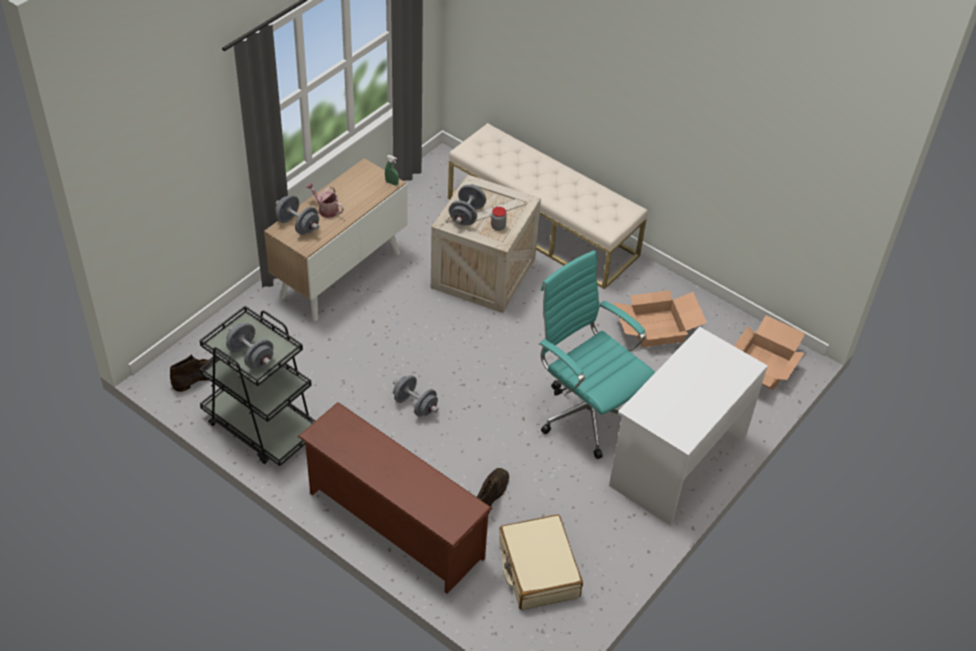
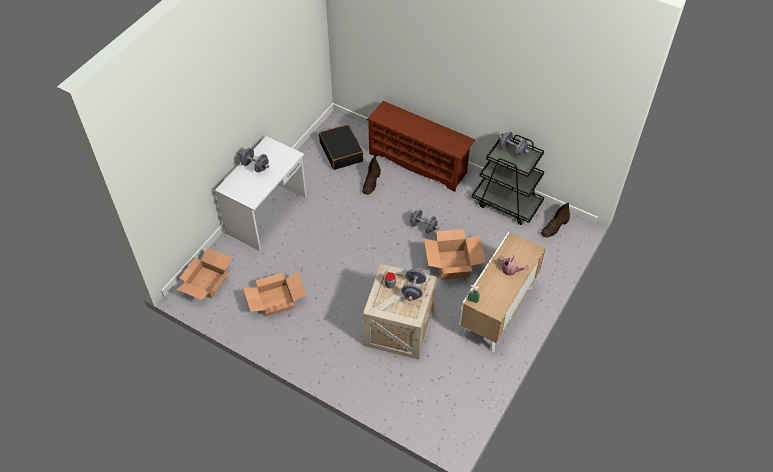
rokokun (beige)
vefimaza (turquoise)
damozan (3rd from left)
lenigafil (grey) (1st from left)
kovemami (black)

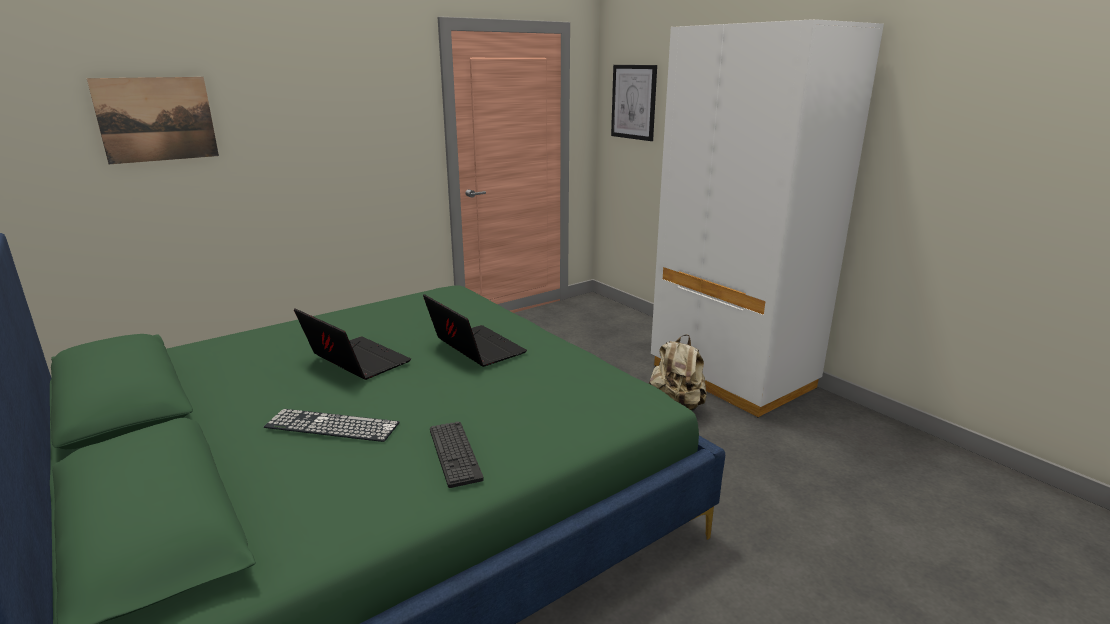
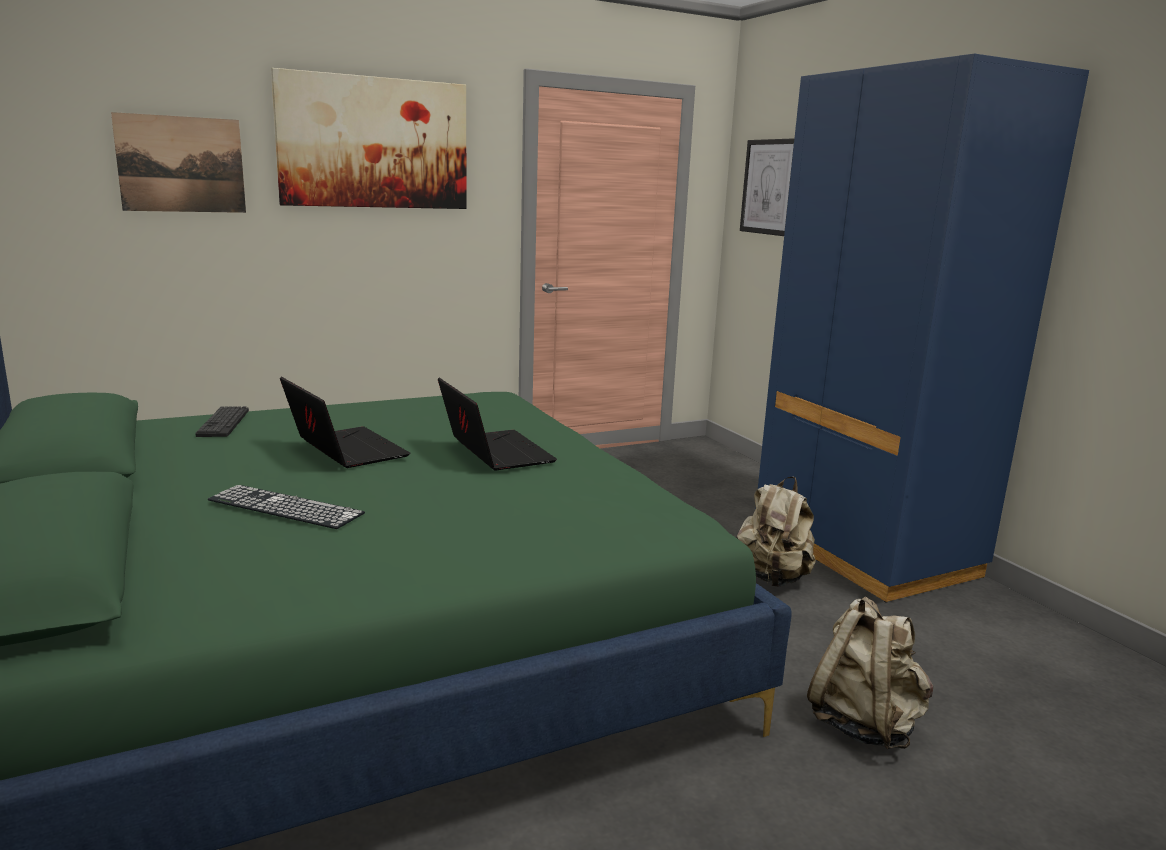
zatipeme (2nd from left)
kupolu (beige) (2nd from left)
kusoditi (1st from left)
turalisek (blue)

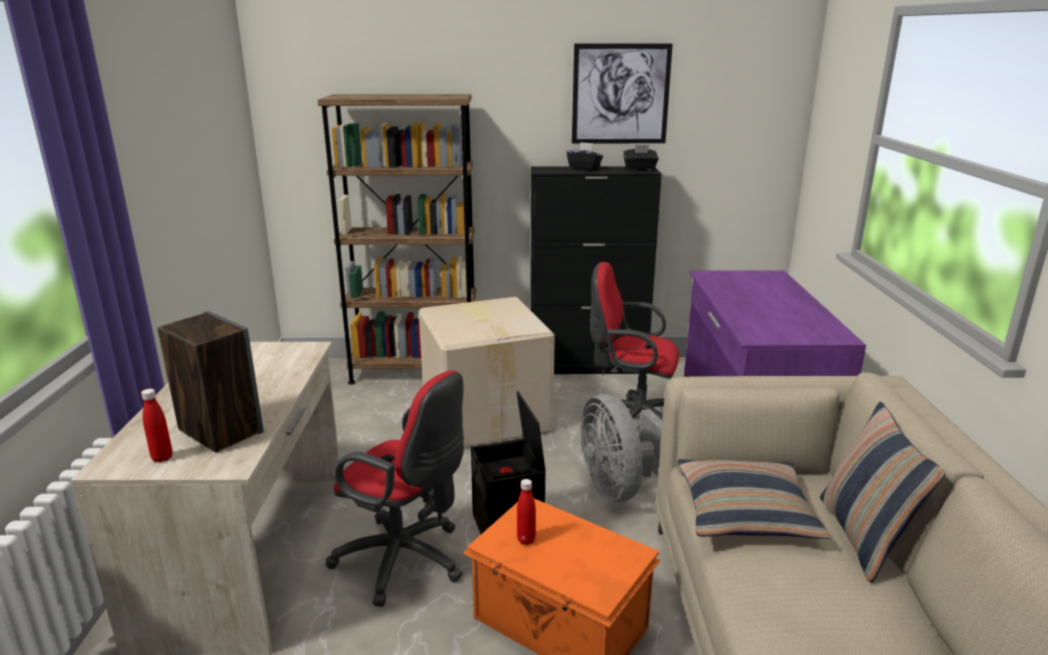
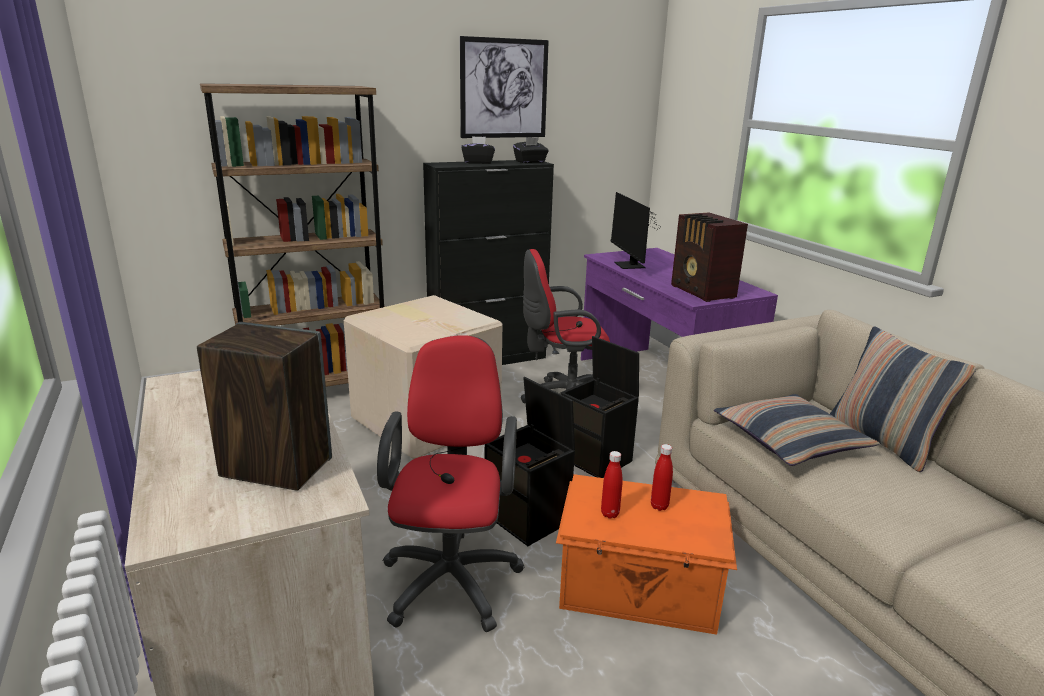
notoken
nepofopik
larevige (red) (2nd from left)
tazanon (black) (2nd from left)
vefimaza (red) (1st from left)

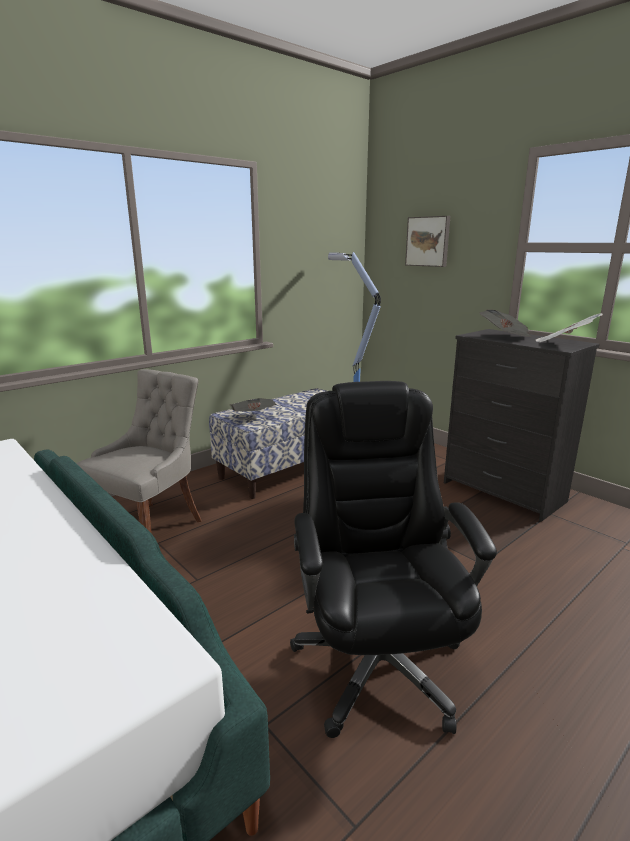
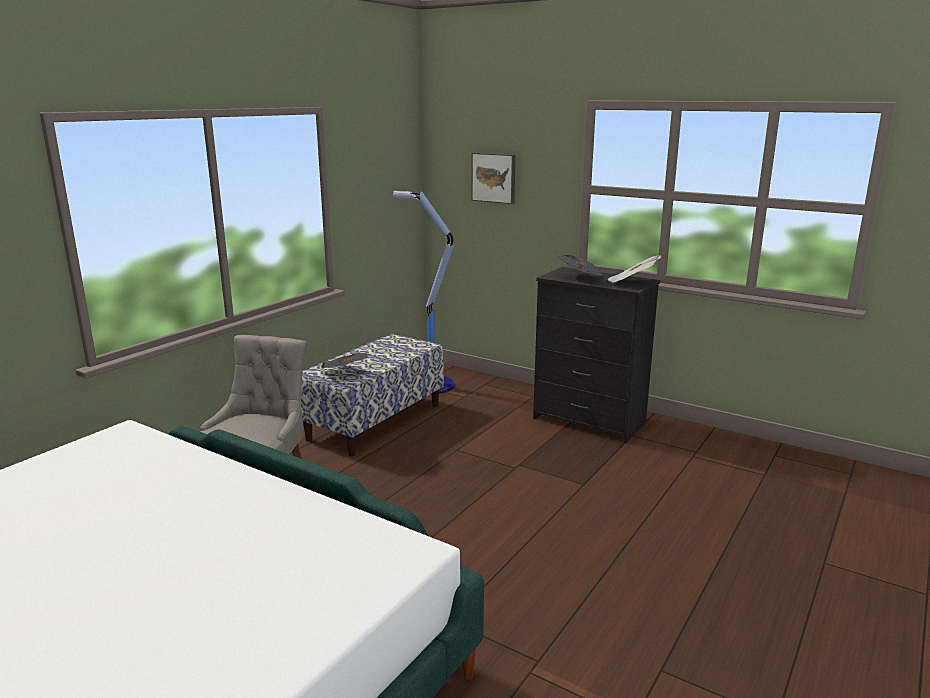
vefimaza (black)

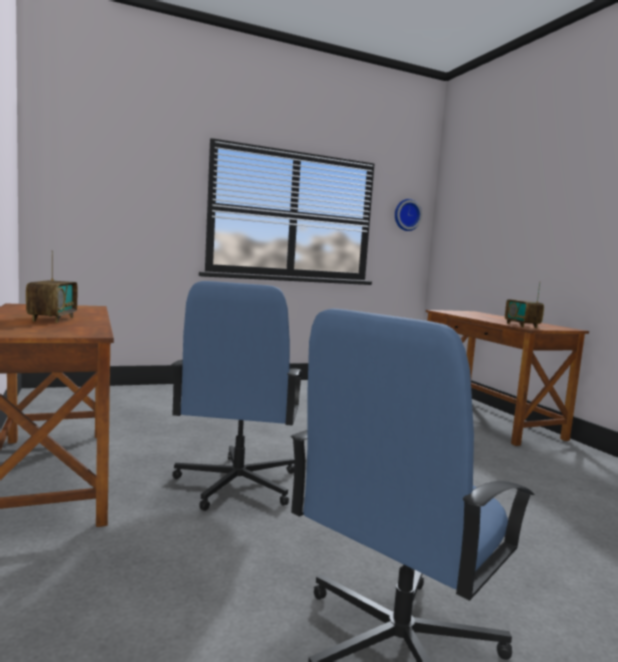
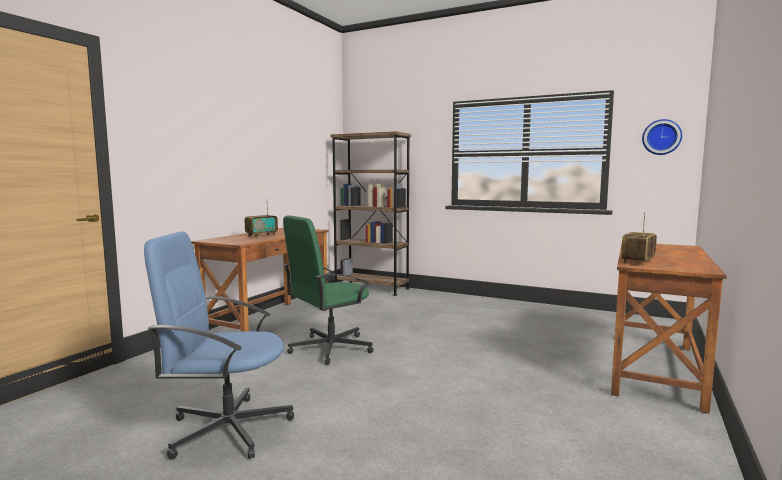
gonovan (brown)
vefimaza (green)

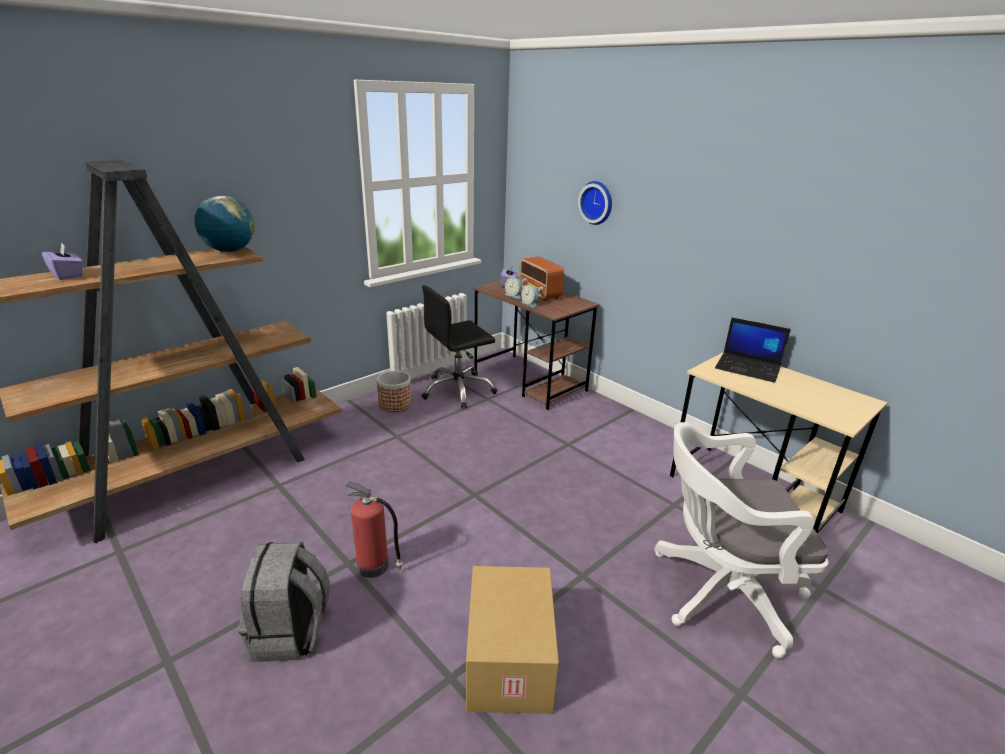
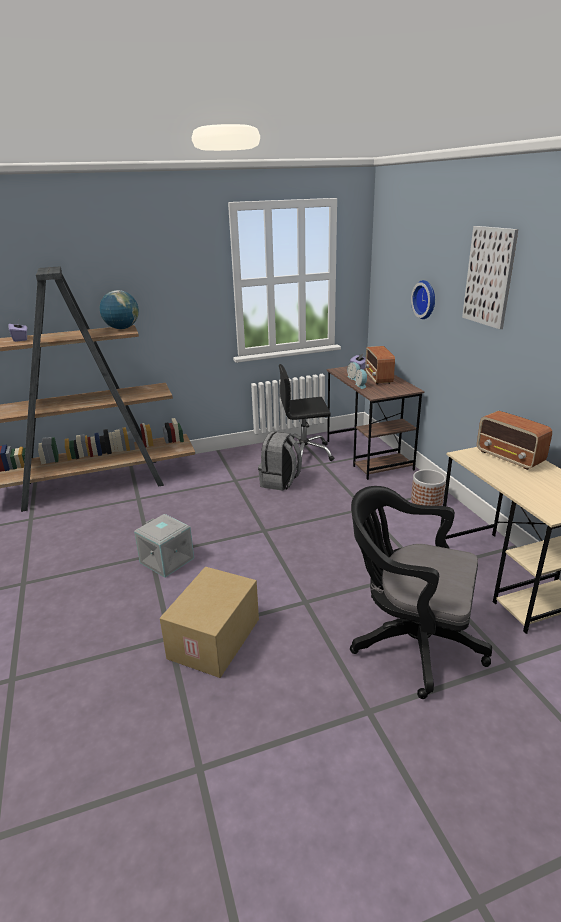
zatipeme
kupolu (grey)
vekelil
tazanon (grey)
nepofopik (2nd from left)
vefimaza (black) (2nd from left)

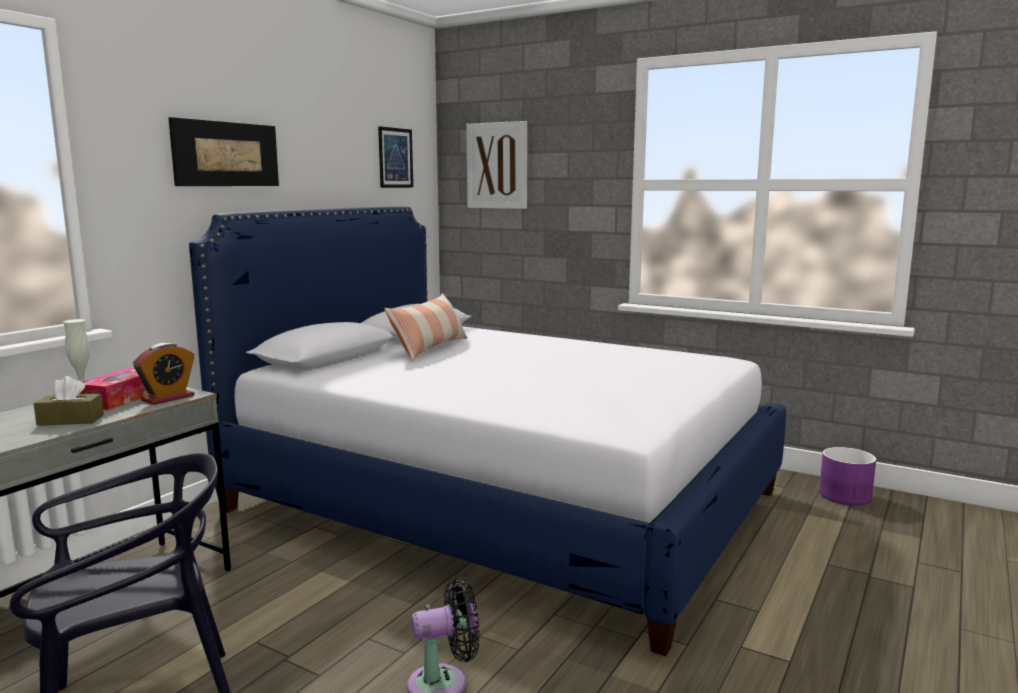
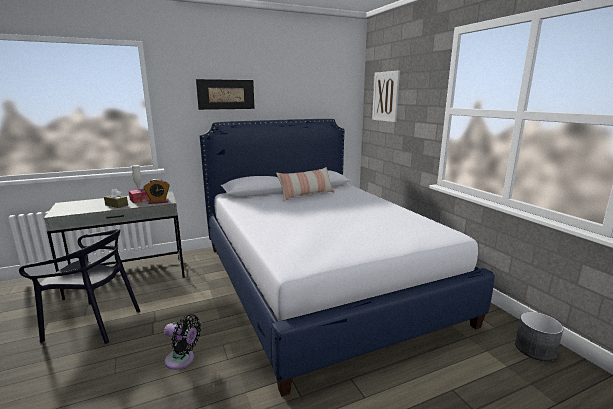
zatipeme (2nd from left in the first image)
vekelil (grey)

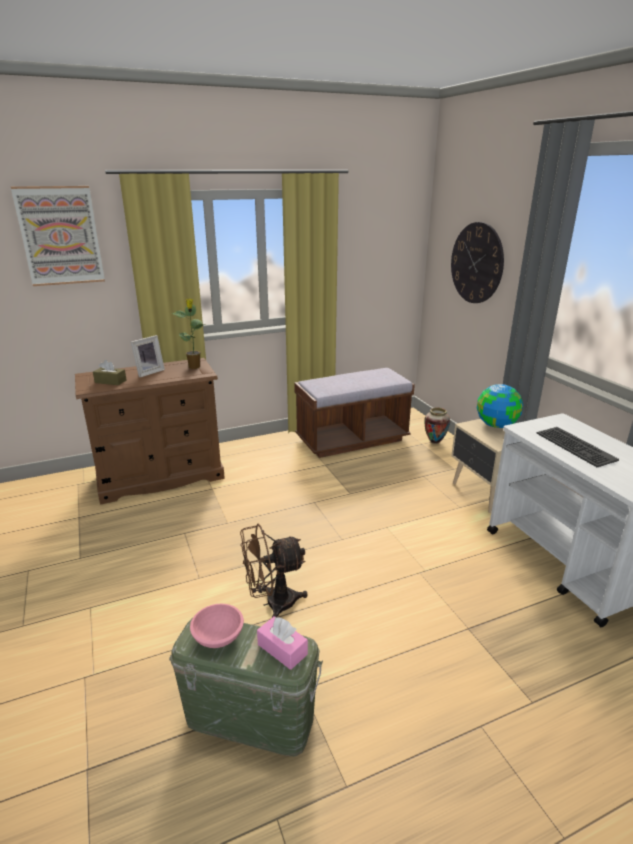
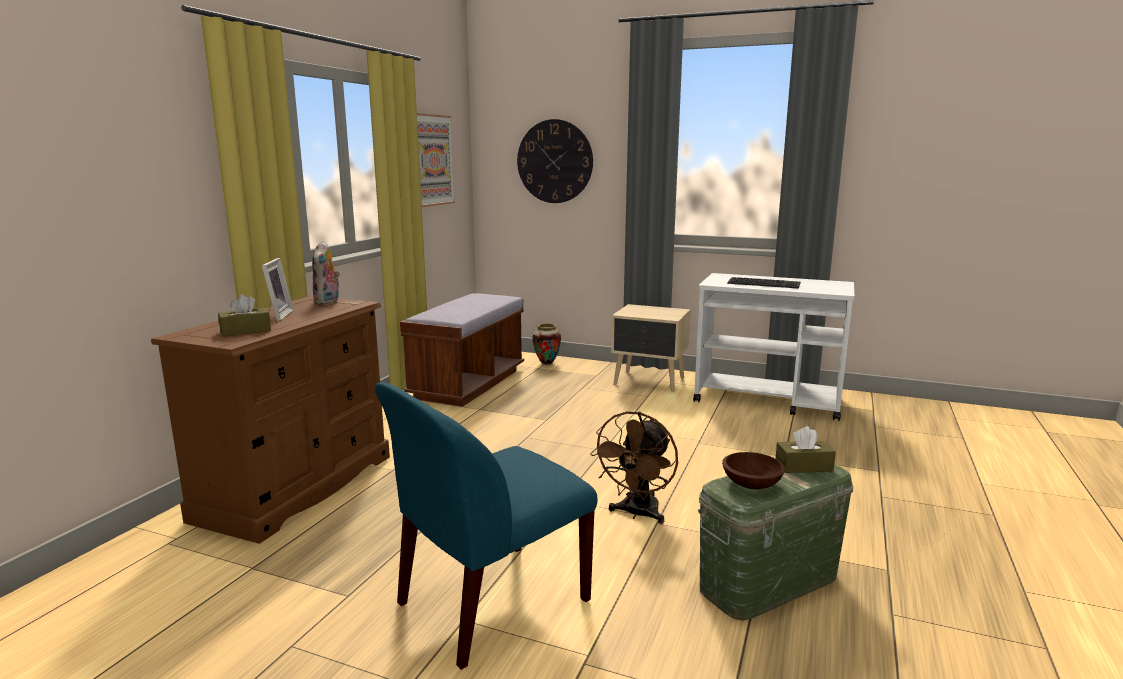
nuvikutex
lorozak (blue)
zatipeme
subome
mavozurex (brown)
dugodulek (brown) (2nd from left)

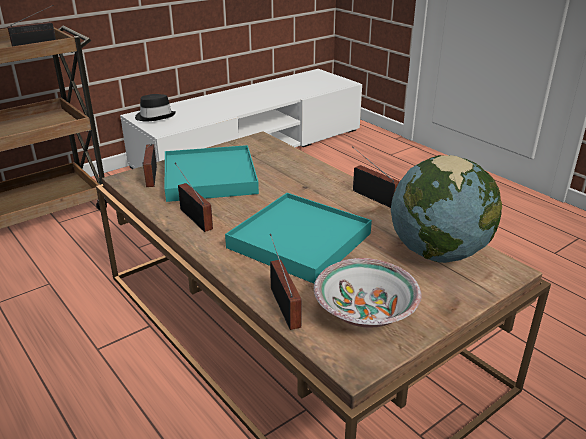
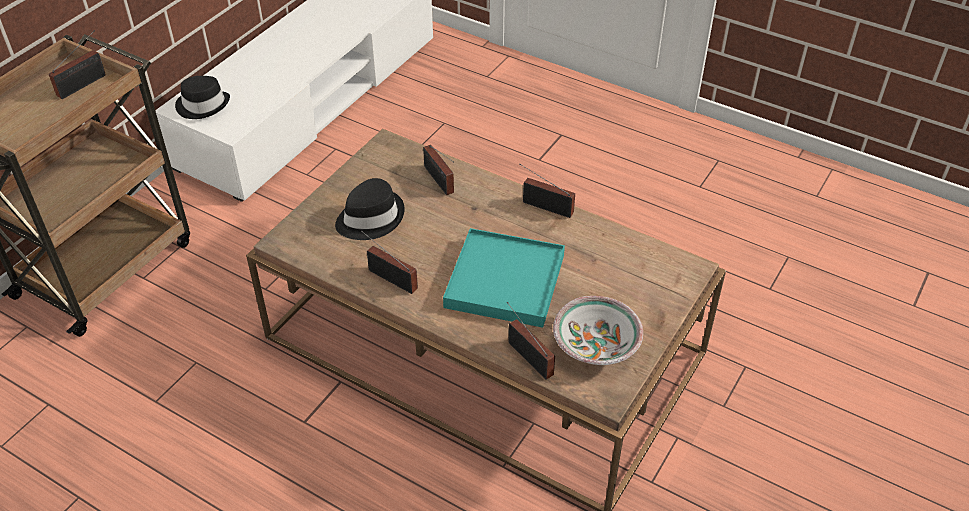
nuvikutex
nepofopik (3rd from left)
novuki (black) (2nd from left)

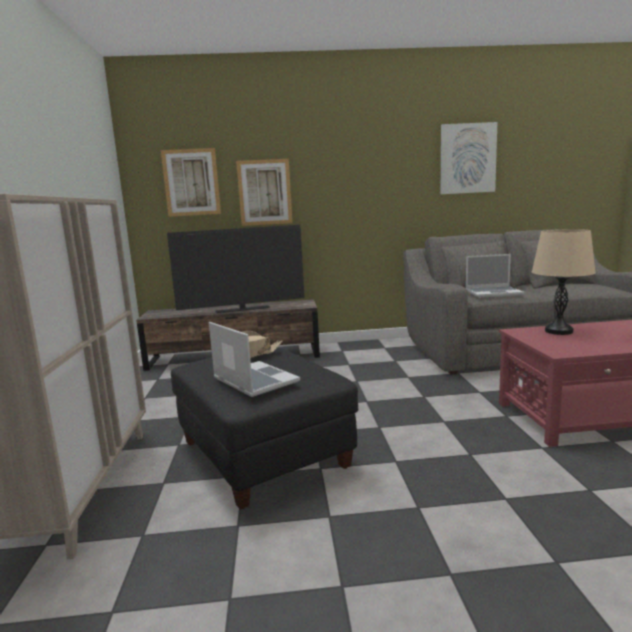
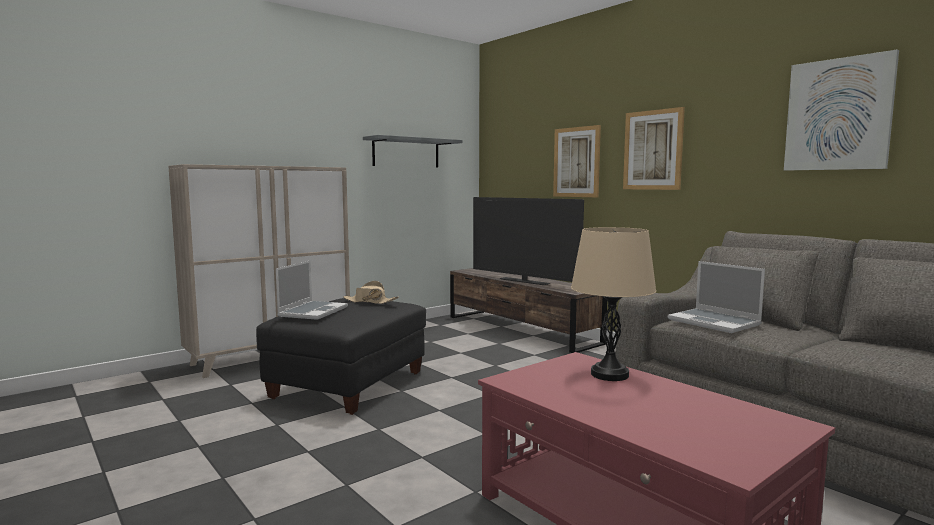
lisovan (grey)
zatipeme (2nd from left)

